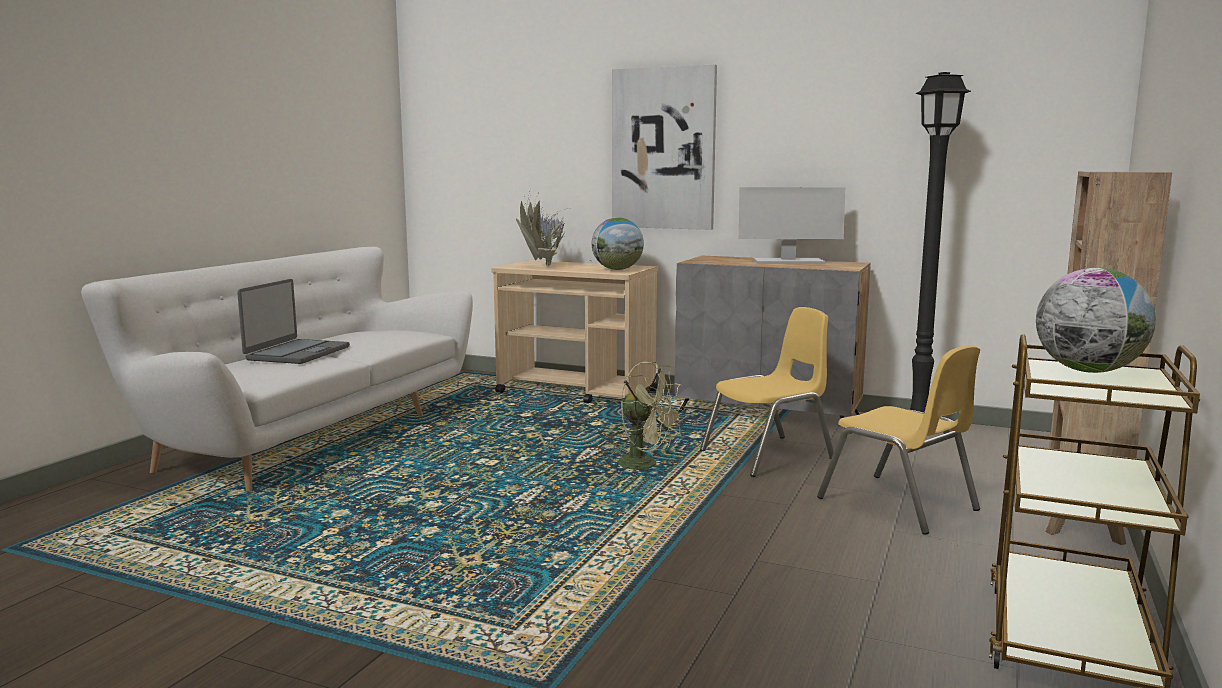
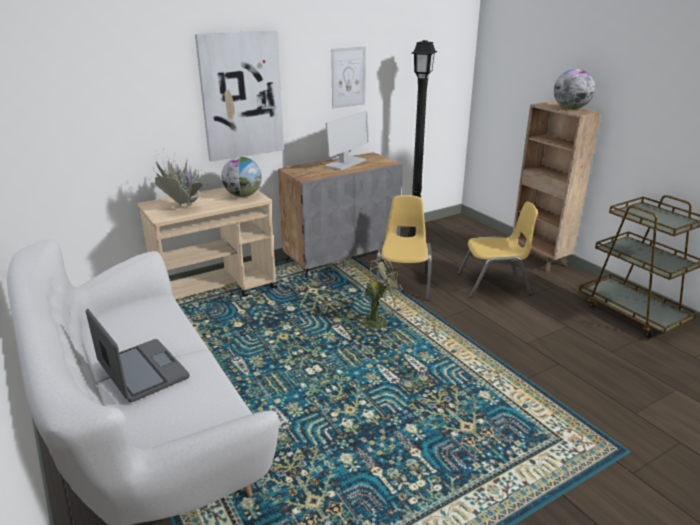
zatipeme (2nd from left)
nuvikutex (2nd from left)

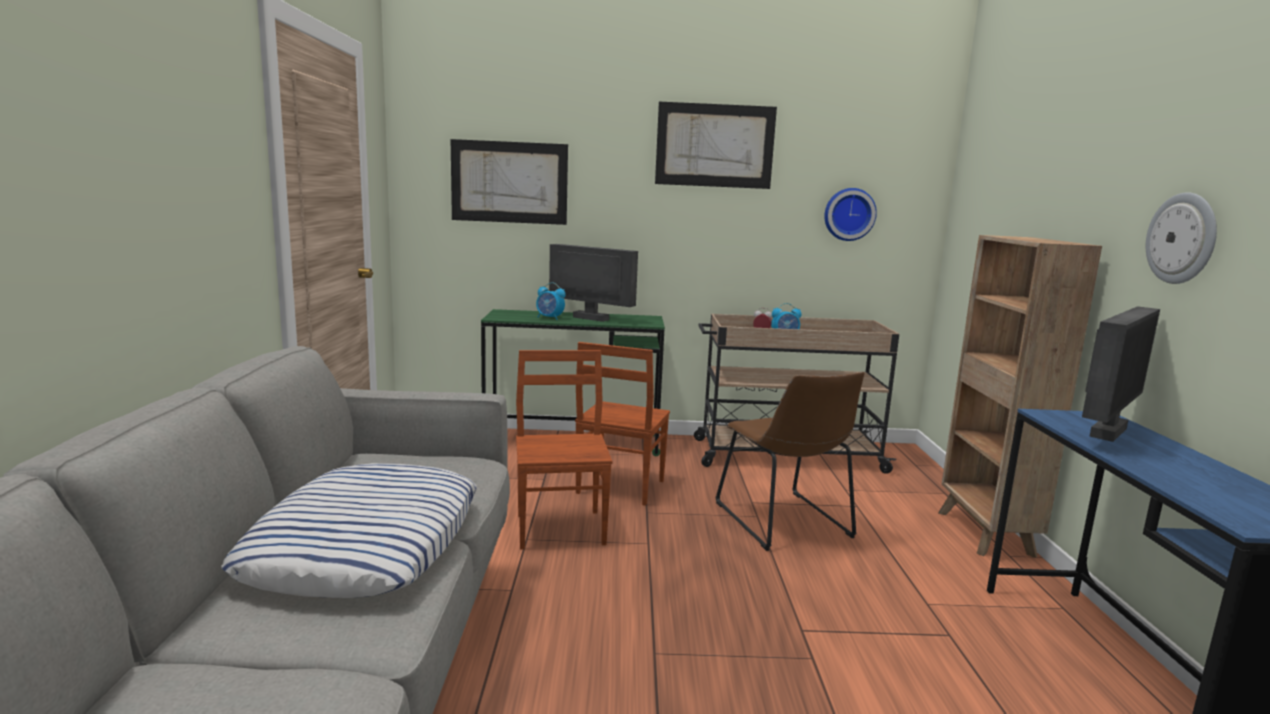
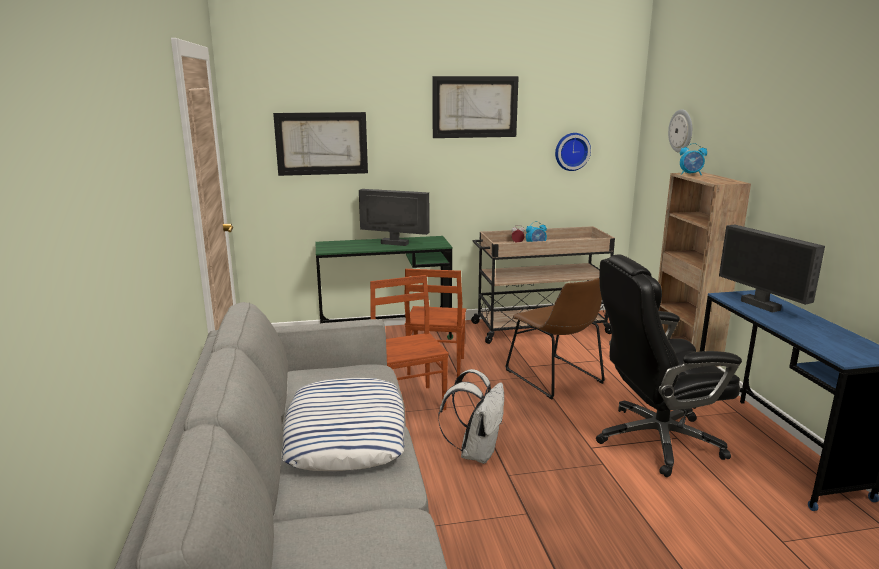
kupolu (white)
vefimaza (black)
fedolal (3rd from left)
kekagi (2nd from left)
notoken (2nd from left)

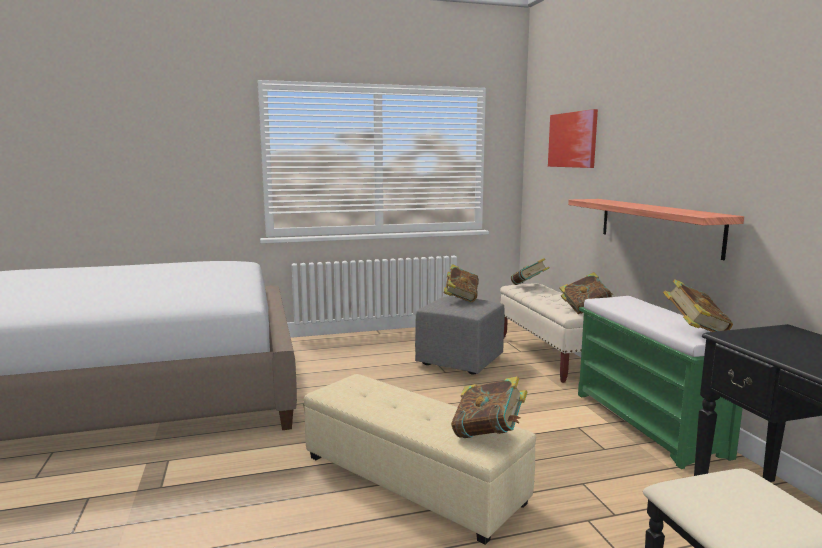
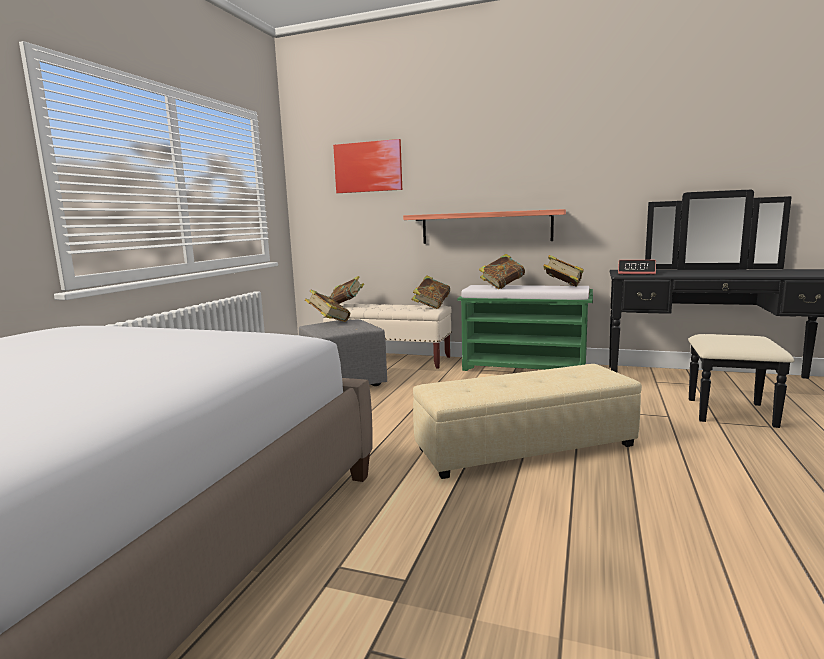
fedolal
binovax (4th from left)

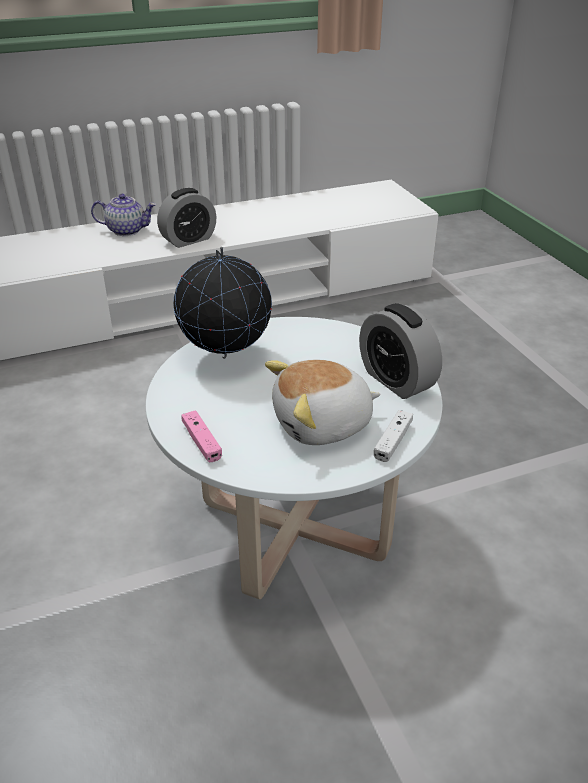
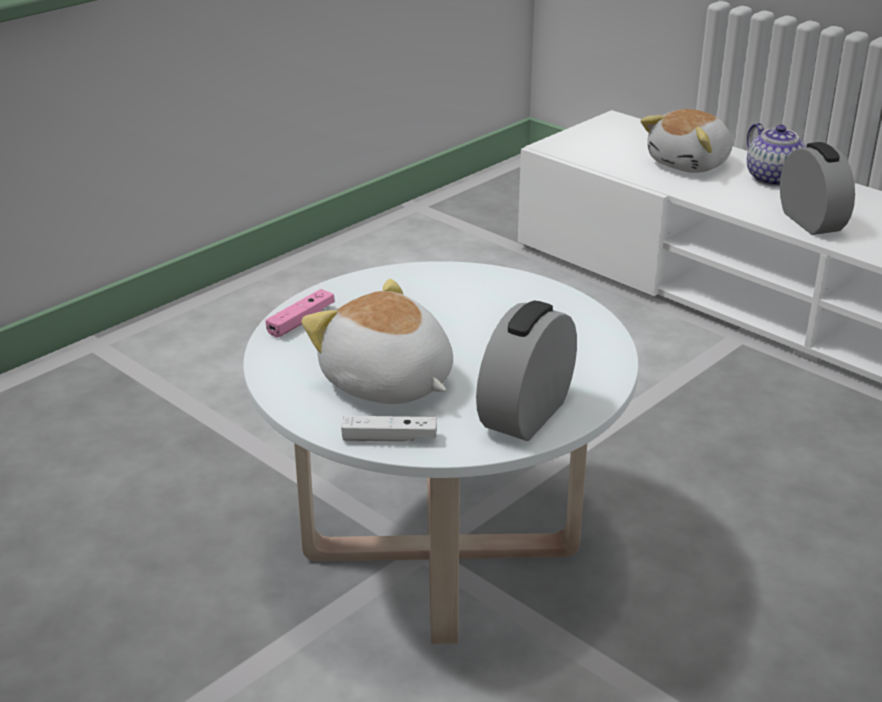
nuvikutex
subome (2nd from left)
fedolal (2nd from left)

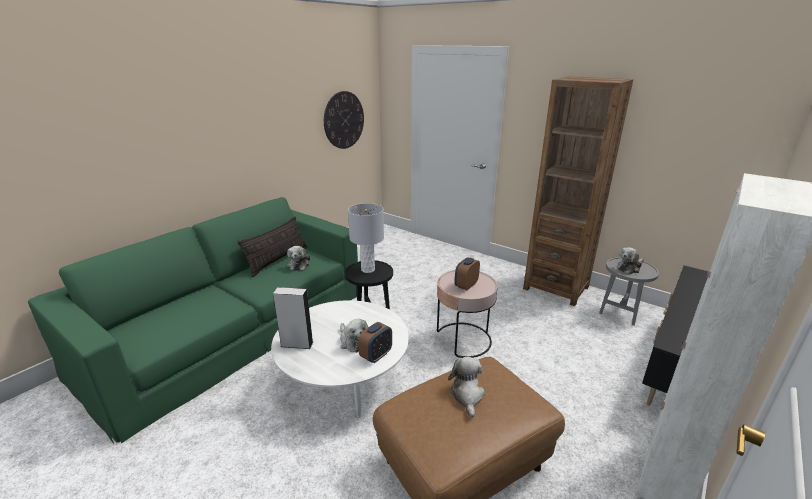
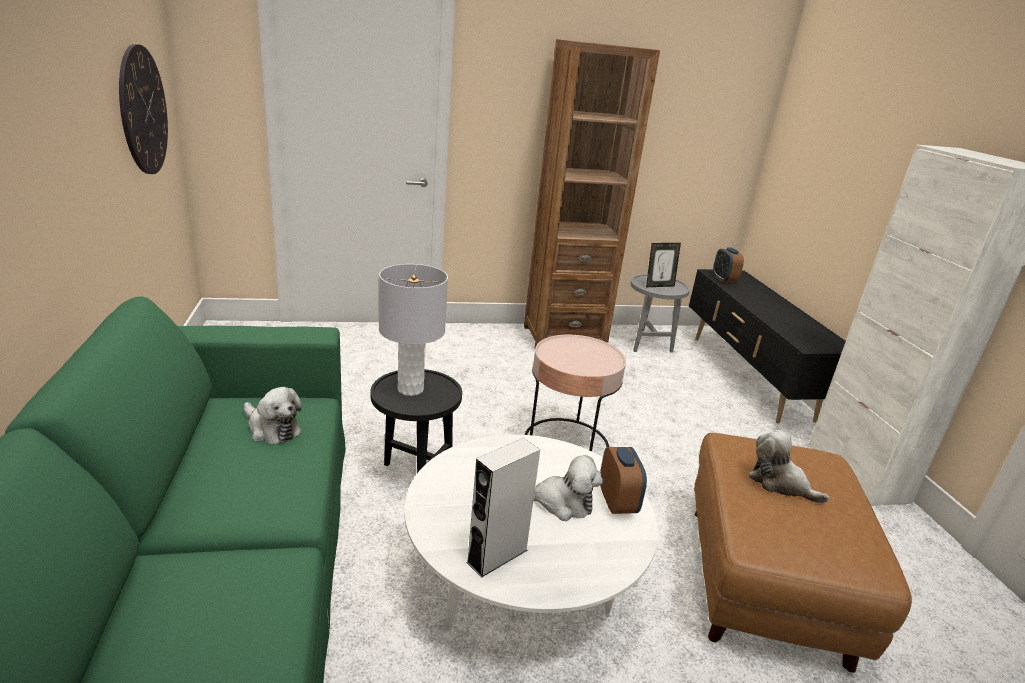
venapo
fedolal (2nd from left)
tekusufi

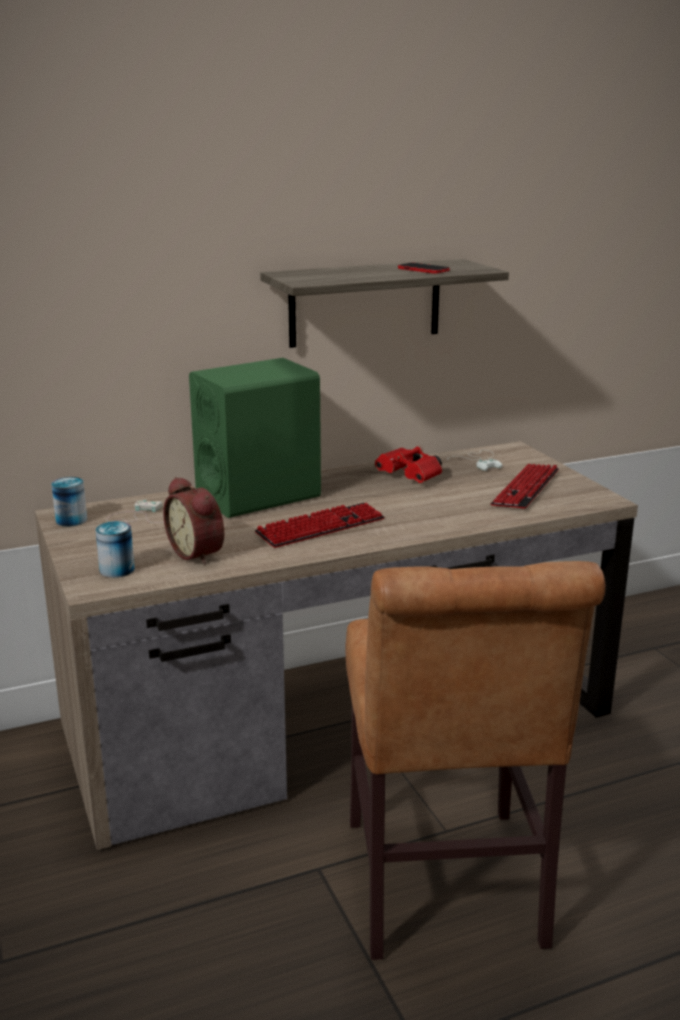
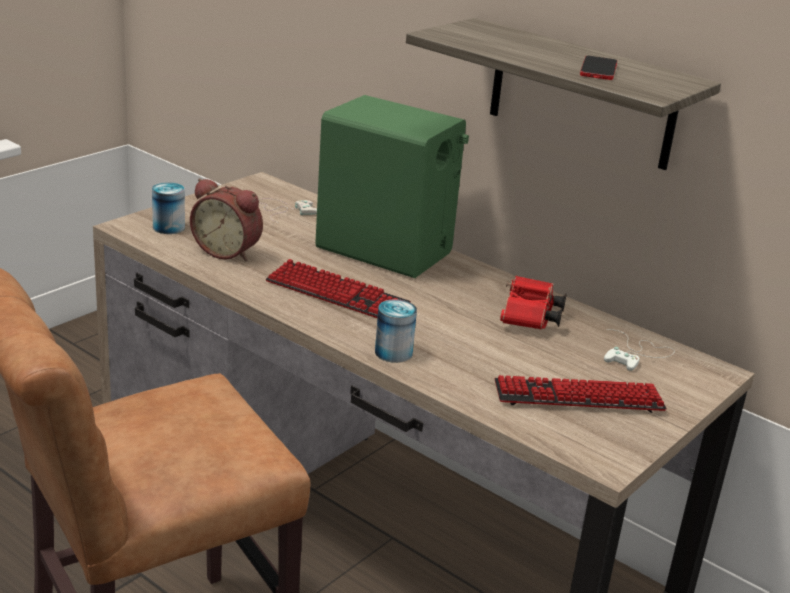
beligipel (2nd from left)
fedolal

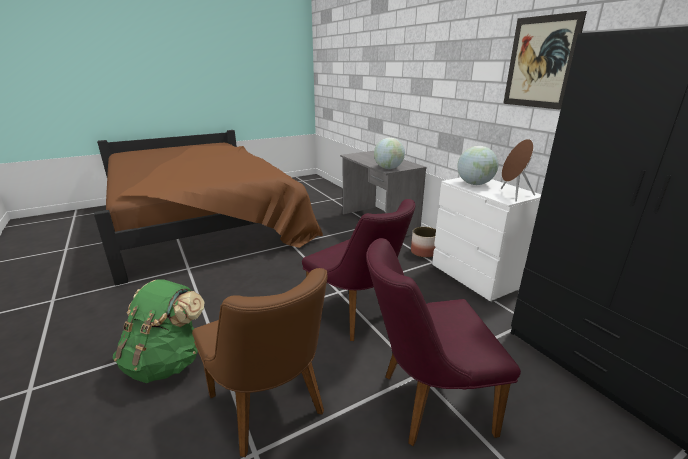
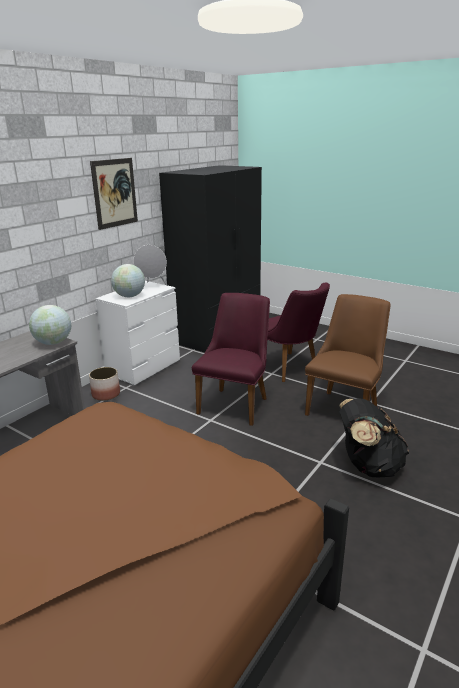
kupolu (black)
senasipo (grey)

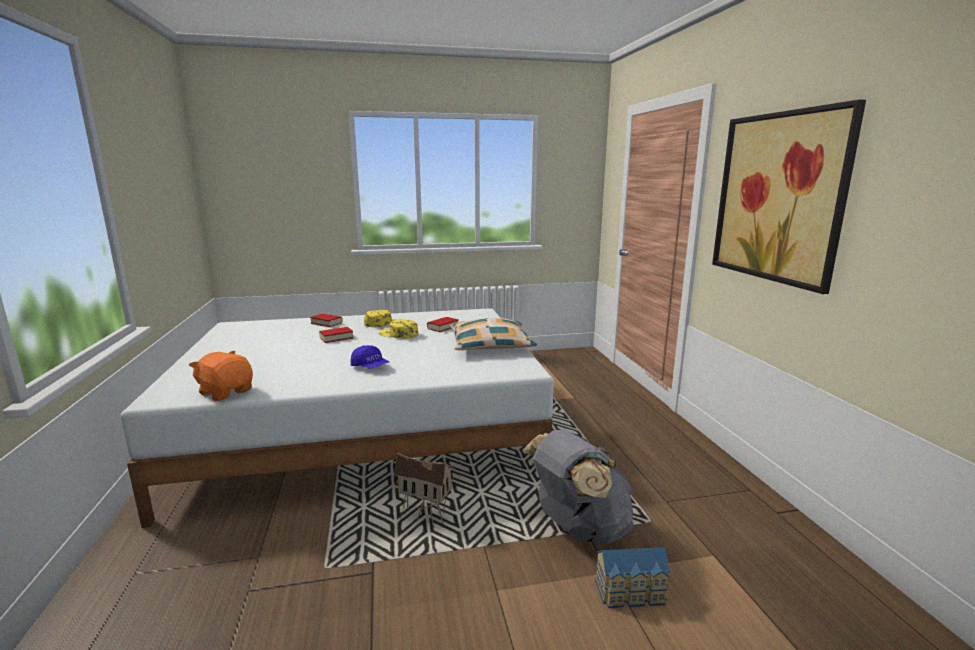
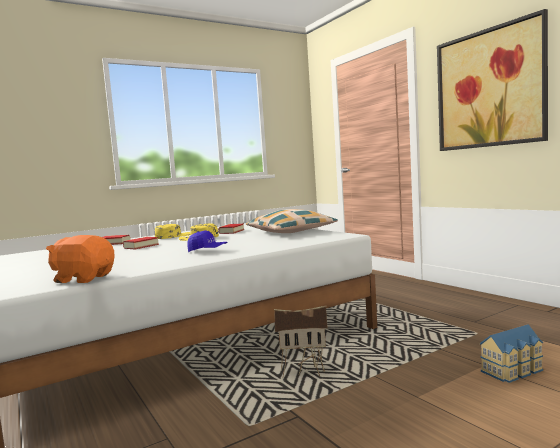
kupolu (grey)

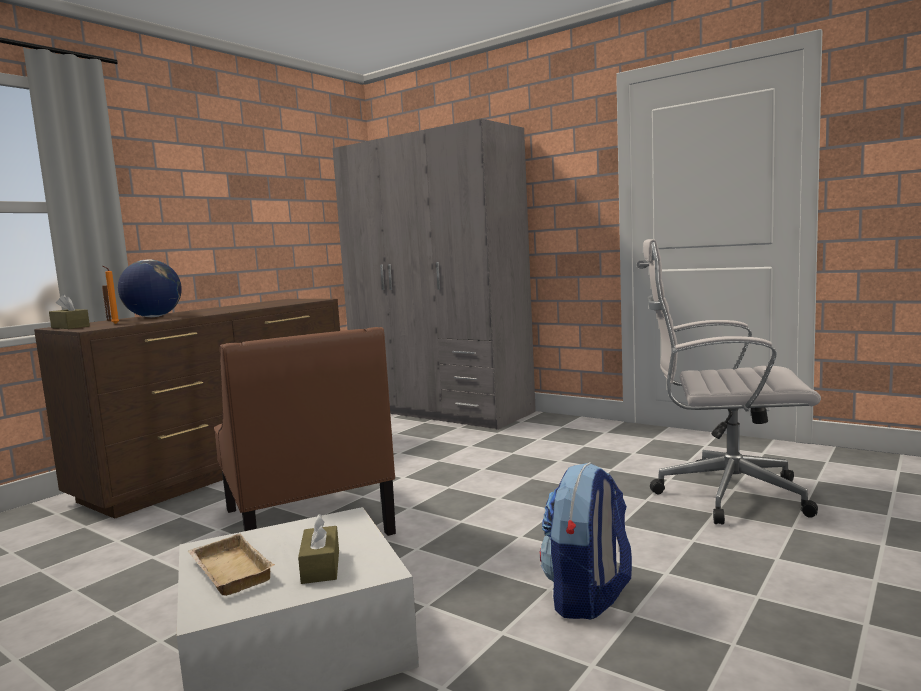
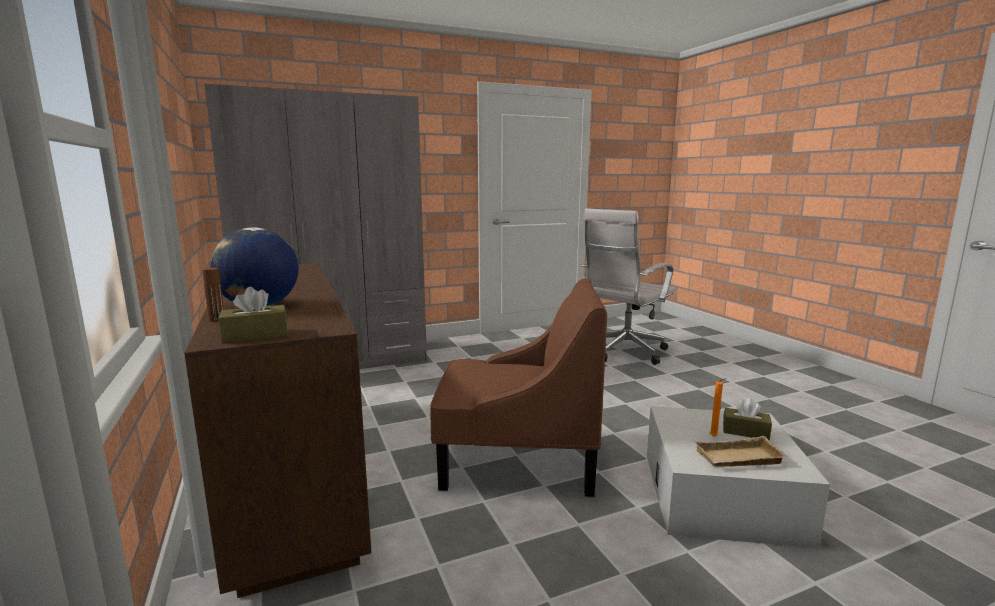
kupolu
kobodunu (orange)

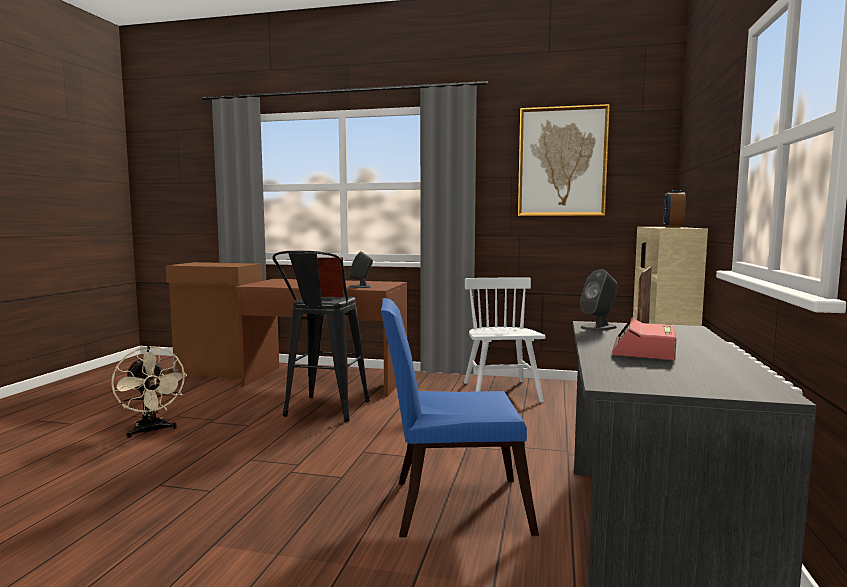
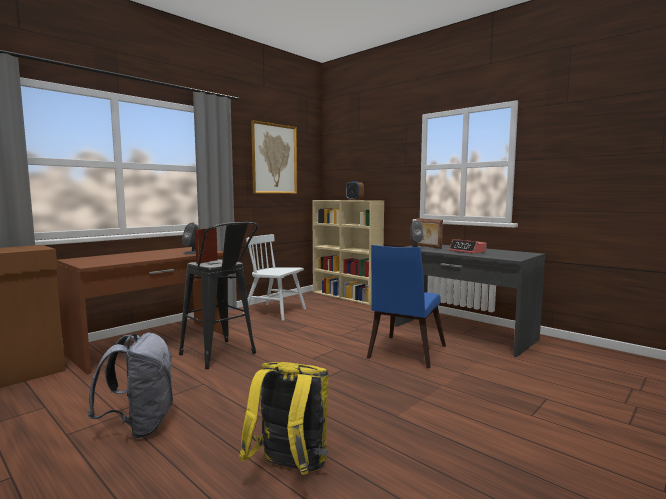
kupolu (yellow)
kupolu (grey)

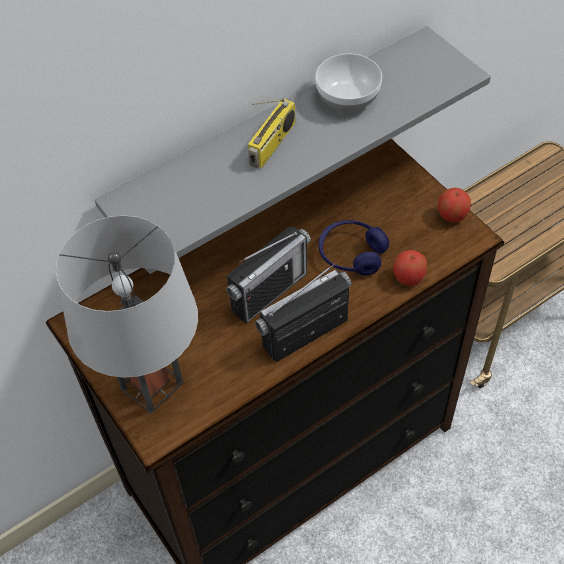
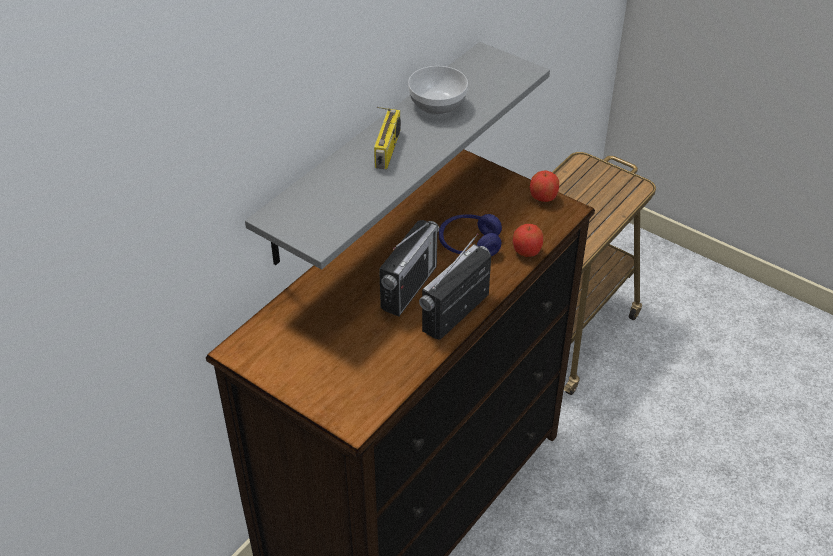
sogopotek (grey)

